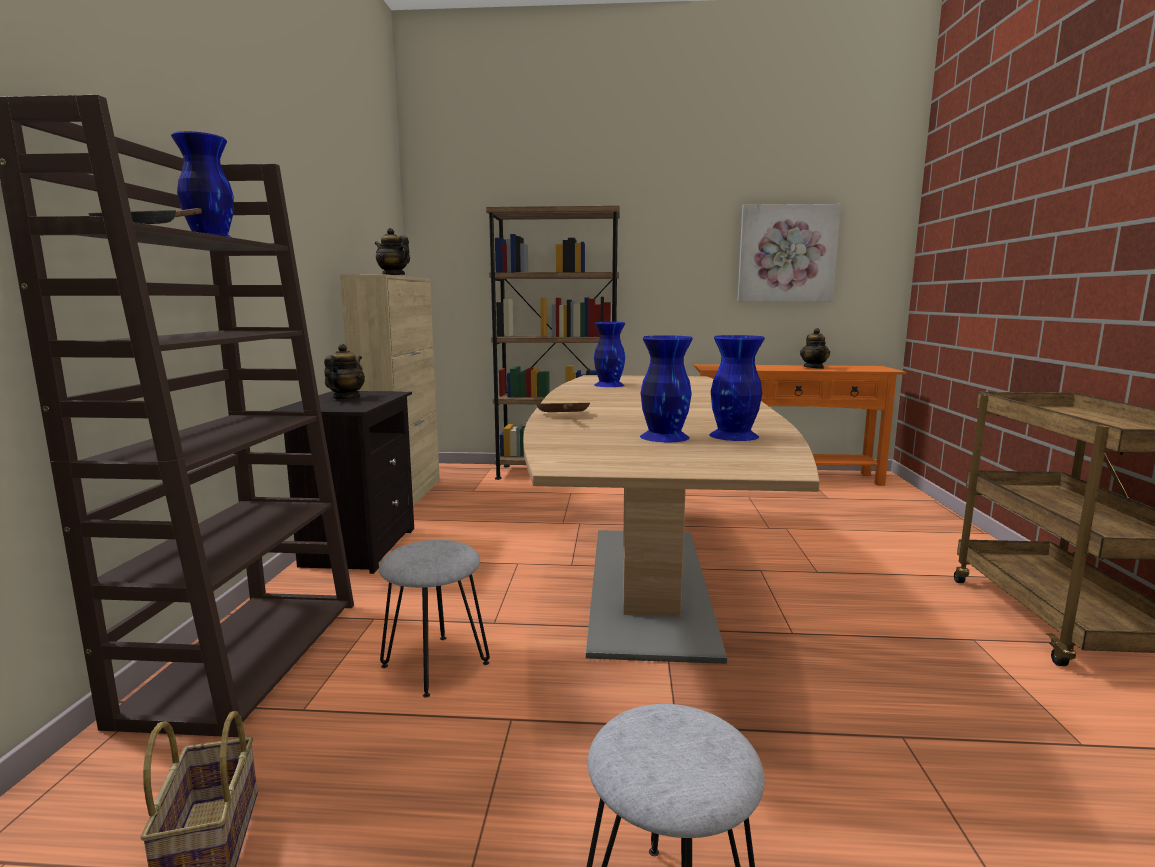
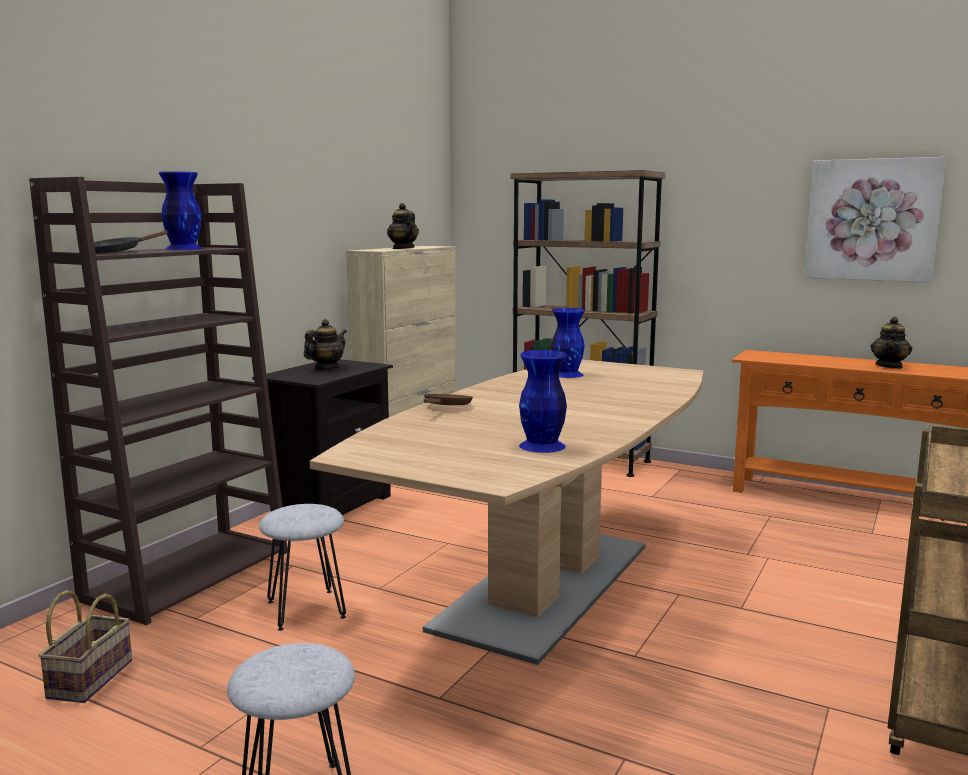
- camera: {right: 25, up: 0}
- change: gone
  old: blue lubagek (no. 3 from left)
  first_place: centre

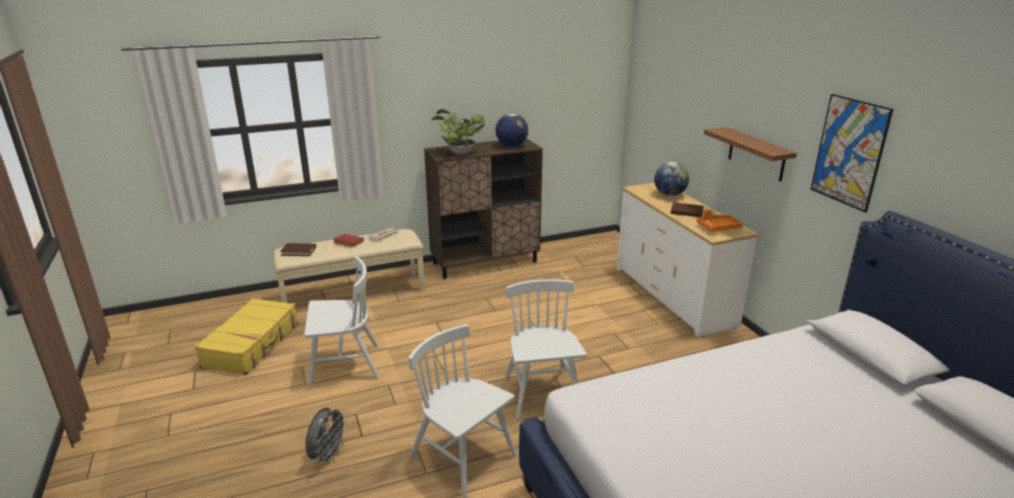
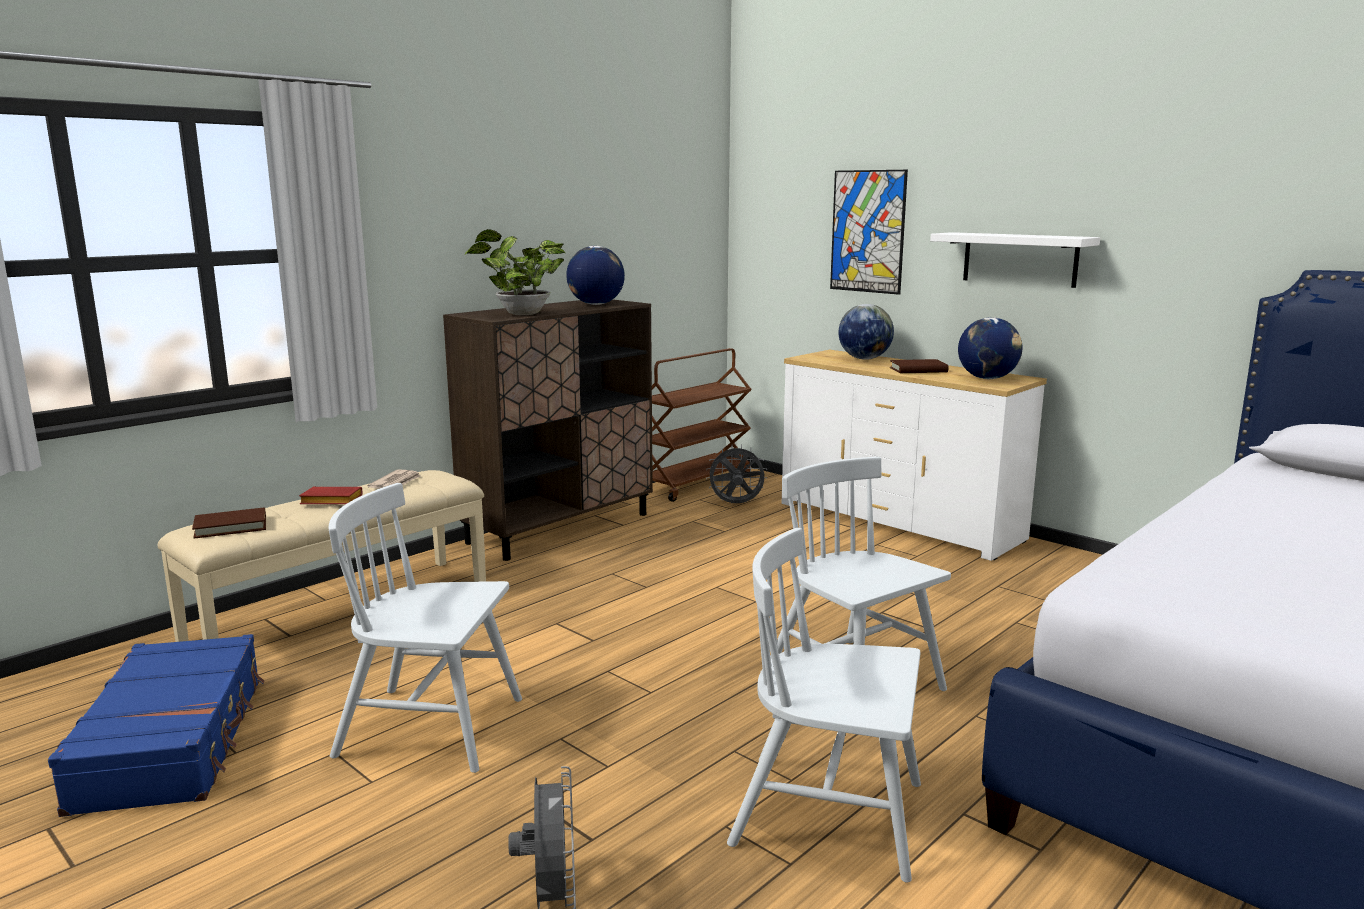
- camera: {right: -25, up: -10}
- change: new
  new: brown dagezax
  second_place: centre
- change: new
  new: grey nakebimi (no. 2 from left)
  second_place: centre
- change: shifted
  old: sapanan
  first_place: top right
  second_place: top centre
- change: swapped
  old: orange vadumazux
  new: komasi (no. 3 from left)
  first_place: middle right
  second_place: middle right
- change: repainted
  old: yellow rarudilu
  new: blue rarudilu
  first_place: bottom left
  second_place: bottom left
- change: repainted
  old: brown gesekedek
  new: white gesekedek
  first_place: top right
  second_place: top right
- change: rotated
  old: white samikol (no. 1 from left)
  first_place: centre
  second_place: bottom left
  degrees: -135

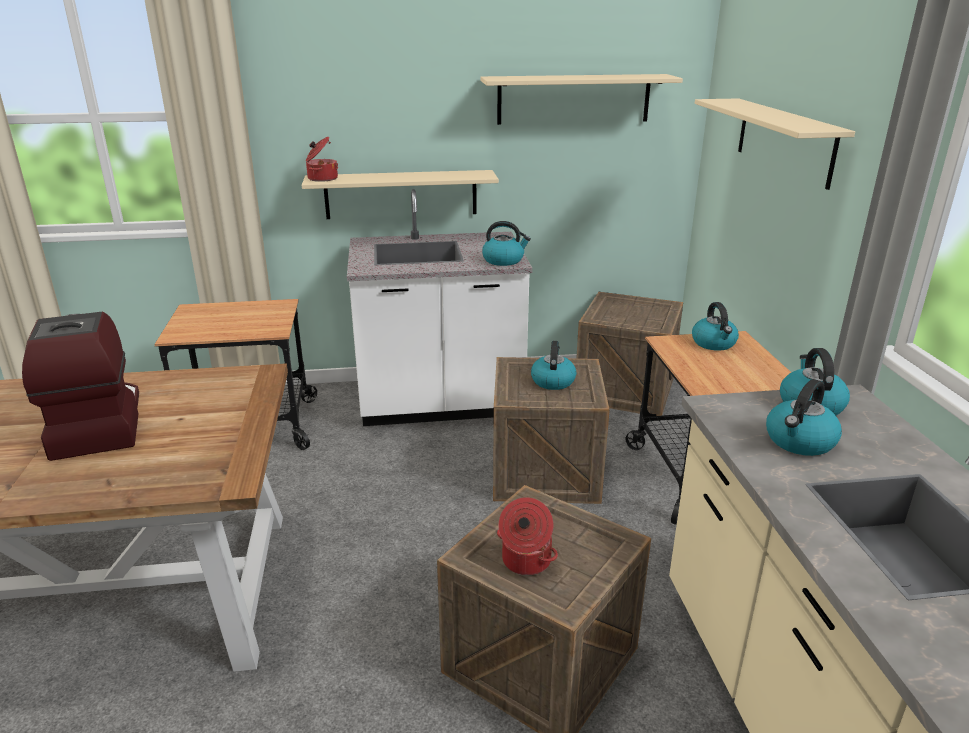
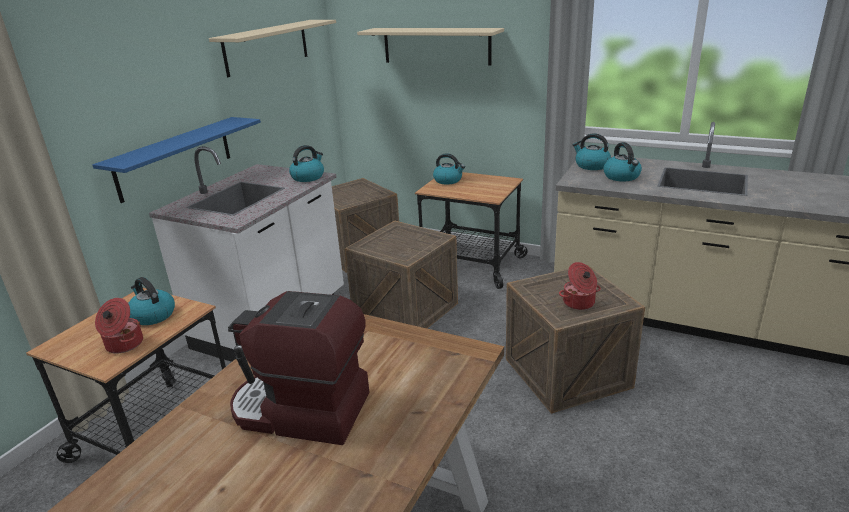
- camera: {right: -55, up: 0}
- change: shifted
  old: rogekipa (no. 1 from left)
  first_place: top left
  second_place: middle left
- change: shifted
  old: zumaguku (no. 2 from left in the first image)
  new: zumaguku (no. 1 from left)
  first_place: centre
  second_place: middle left
- change: repainted
  old: beige gesekedek (no. 1 from left)
  new: blue gesekedek
  first_place: top centre
  second_place: top left

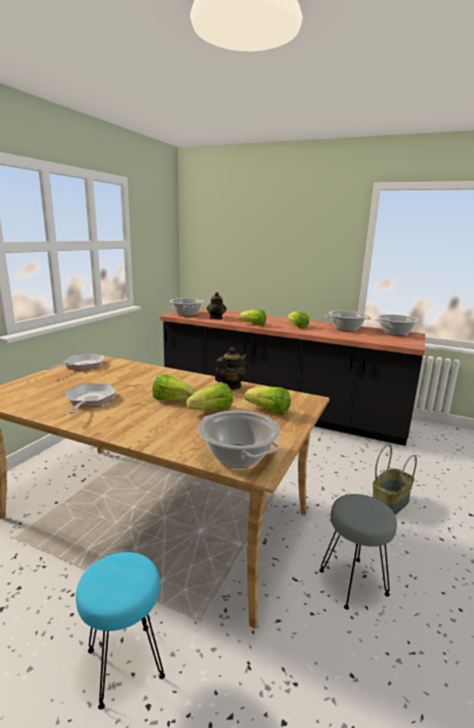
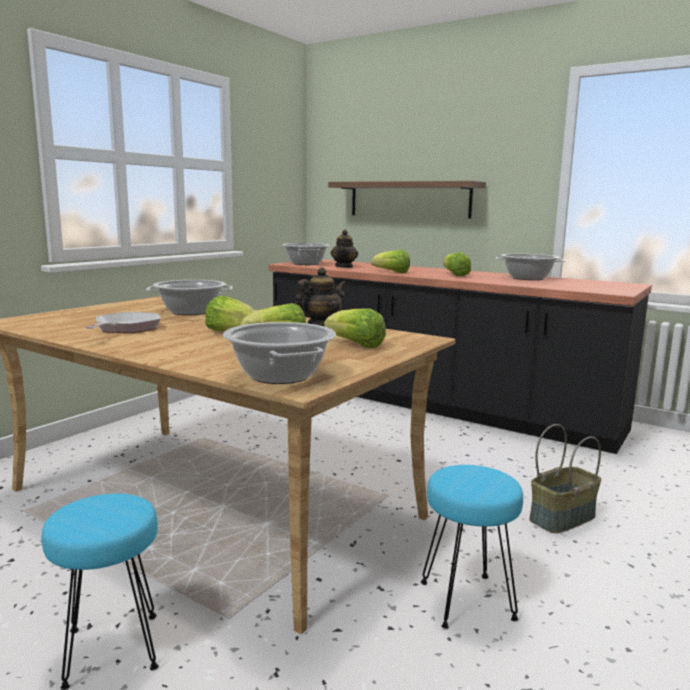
- camera: {right: 10, up: -5}
- change: gone
  old: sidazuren (no. 1 from left)
  first_place: middle left
- change: new
  new: gesekedek
  second_place: top centre
- change: shifted
  old: rogekipa (no. 4 from left in the first image)
  new: rogekipa (no. 1 from left)
  first_place: middle right
  second_place: middle left
- change: repainted
  old: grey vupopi
  new: turquoise vupopi (no. 2 from left)
  first_place: bottom right
  second_place: bottom right

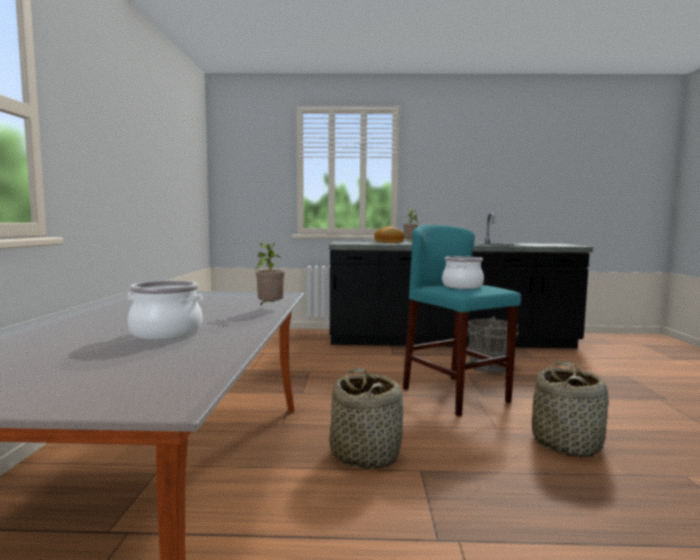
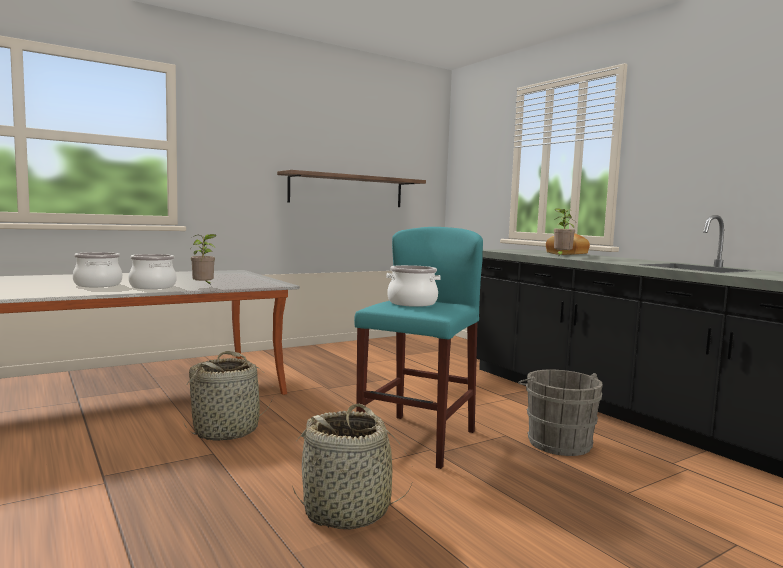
- camera: {right: 55, up: 0}
- change: new
  new: rogekipa (no. 2 from left)
  second_place: middle left
- change: new
  new: gesekedek
  second_place: top centre

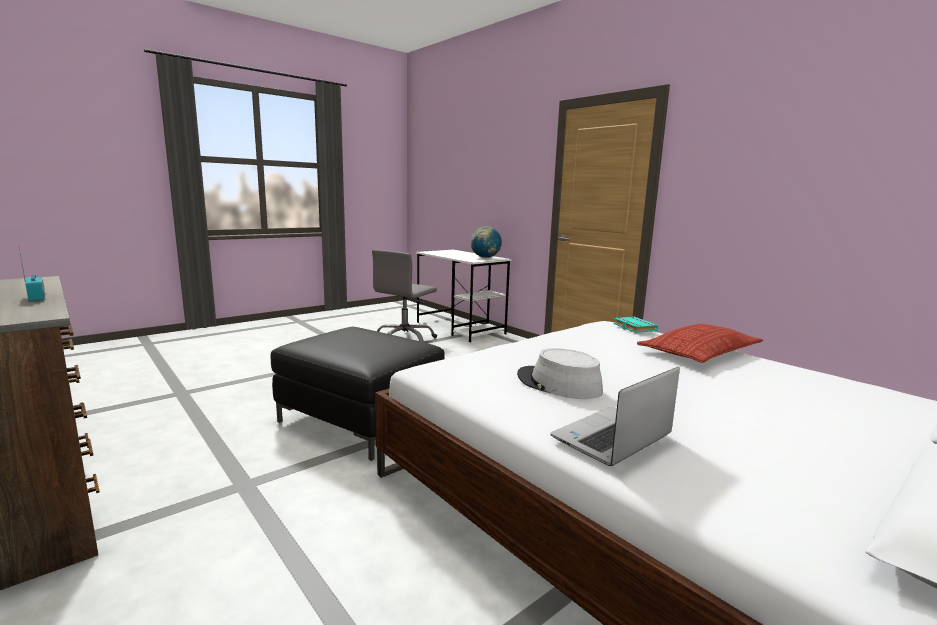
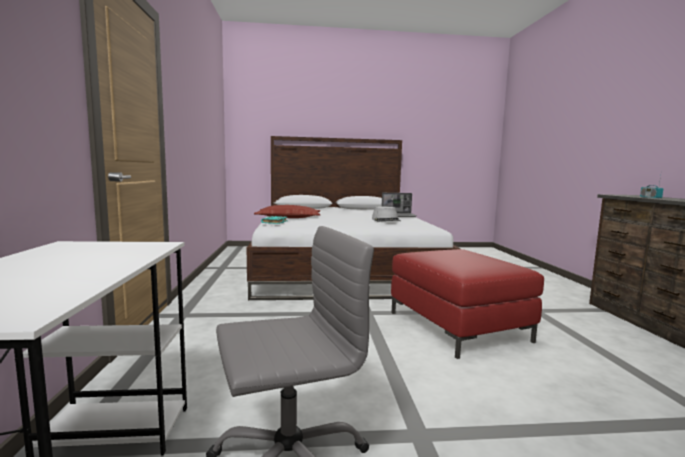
- camera: {right: -145, up: -5}
- change: gone
  old: komasi
  first_place: centre
- change: repainted
  old: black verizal
  new: red verizal
  first_place: centre
  second_place: middle right

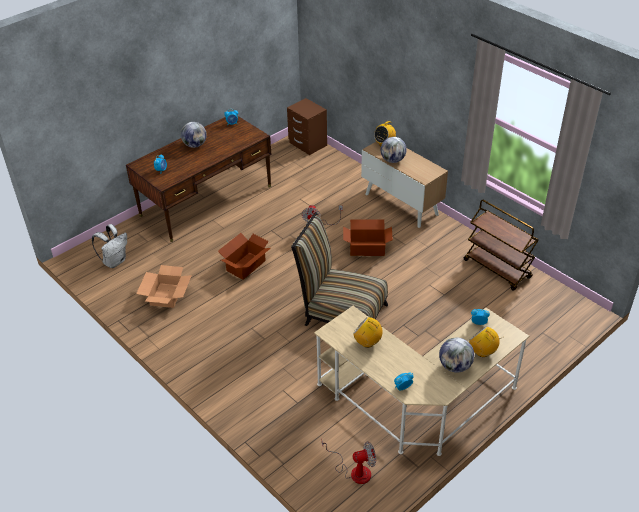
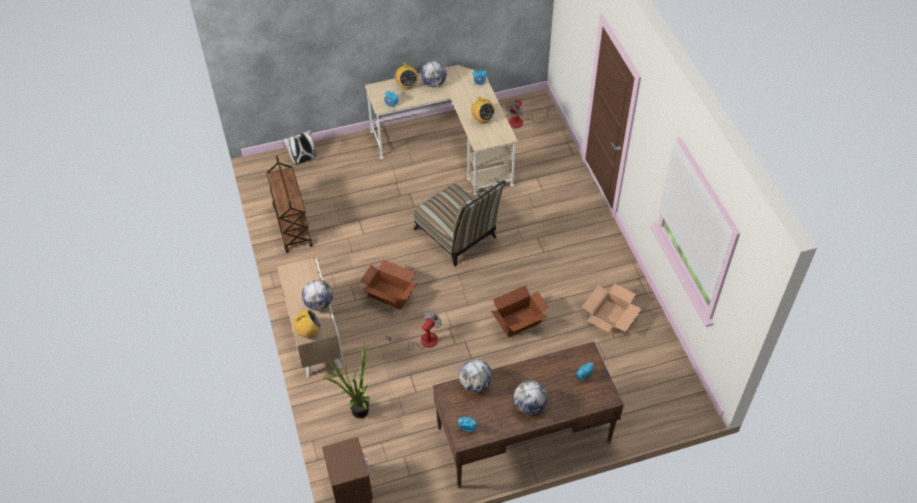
- camera: {right: -155, up: 10}
- change: new
  new: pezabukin
  second_place: bottom centre
- change: new
  new: komasi (no. 3 from left)
  second_place: bottom centre
- change: shifted
  old: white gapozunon
  first_place: middle left
  second_place: top left
- change: rotated
  old: nakebimi (no. 2 from left)
  first_place: bottom centre
  second_place: top centre
  degrees: -75

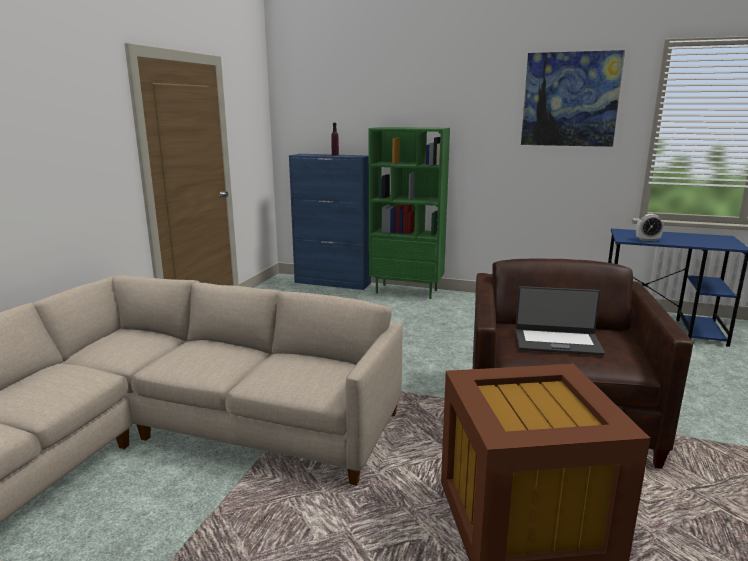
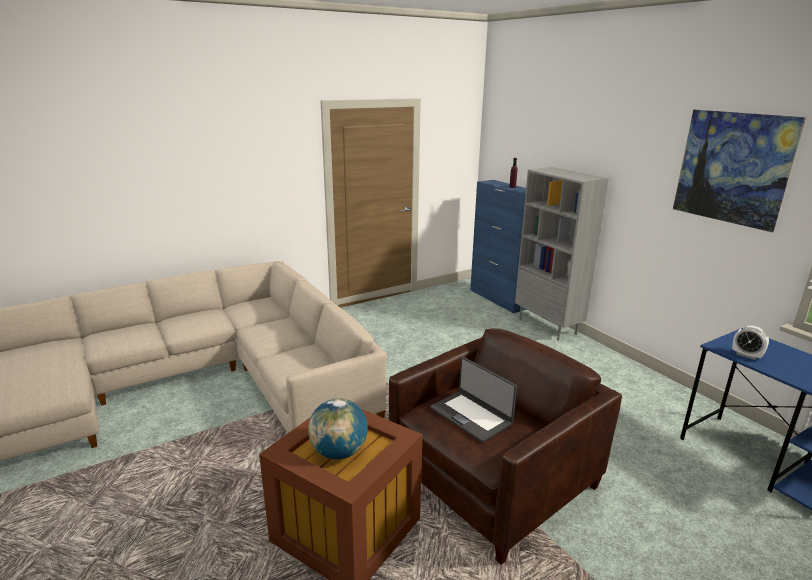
- camera: {right: 40, up: 5}
- change: new
  new: komasi
  second_place: bottom centre
- change: repainted
  old: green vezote
  new: grey vezote
  first_place: centre
  second_place: middle right

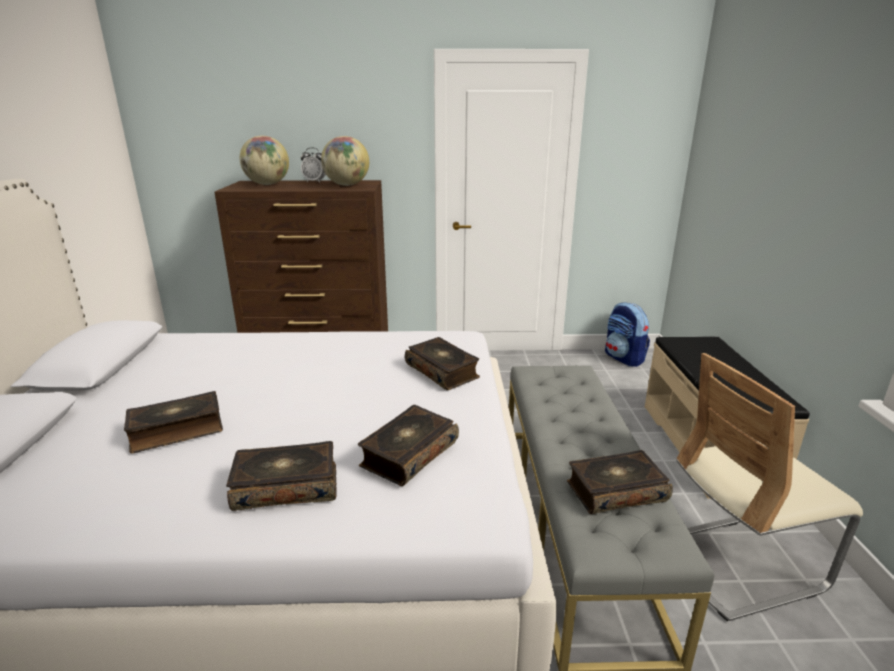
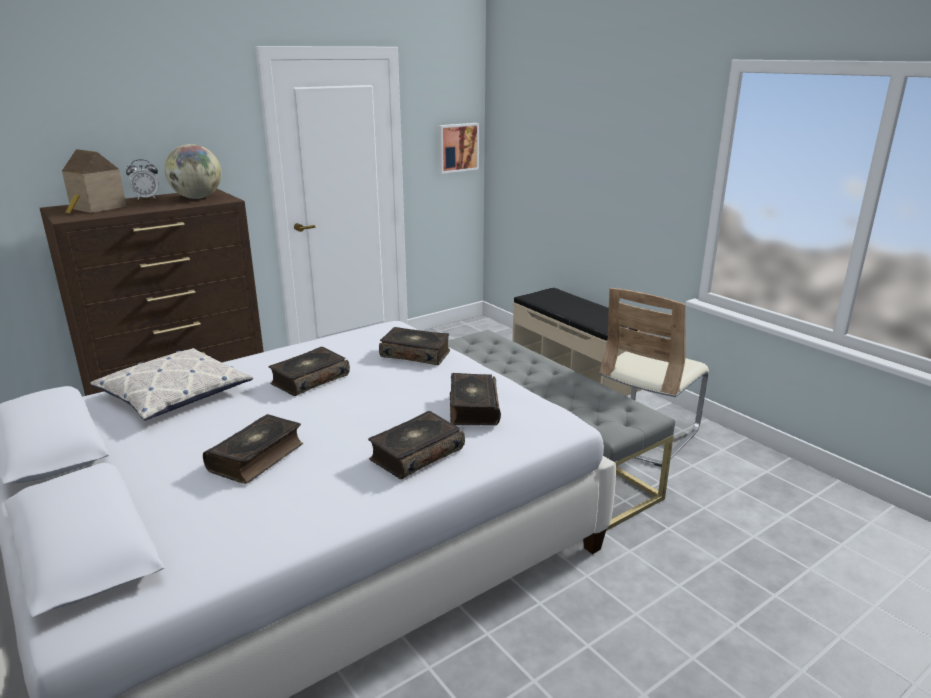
- camera: {right: -35, up: 0}
- change: gone
  old: gapozunon
  first_place: middle right
- change: new
  new: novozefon
  second_place: middle left
- change: new
  new: sapanan
  second_place: top centre
- change: shifted
  old: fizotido (no. 5 from left in the first image)
  new: fizotido (no. 2 from left)
  first_place: bottom right
  second_place: middle left
- change: swapped
  old: komasi (no. 1 from left)
  new: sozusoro
  first_place: top left
  second_place: top left

